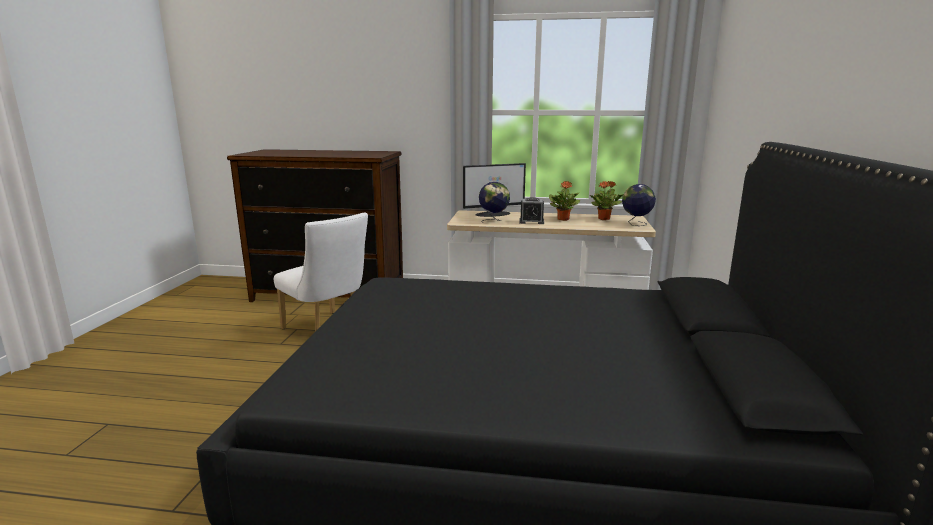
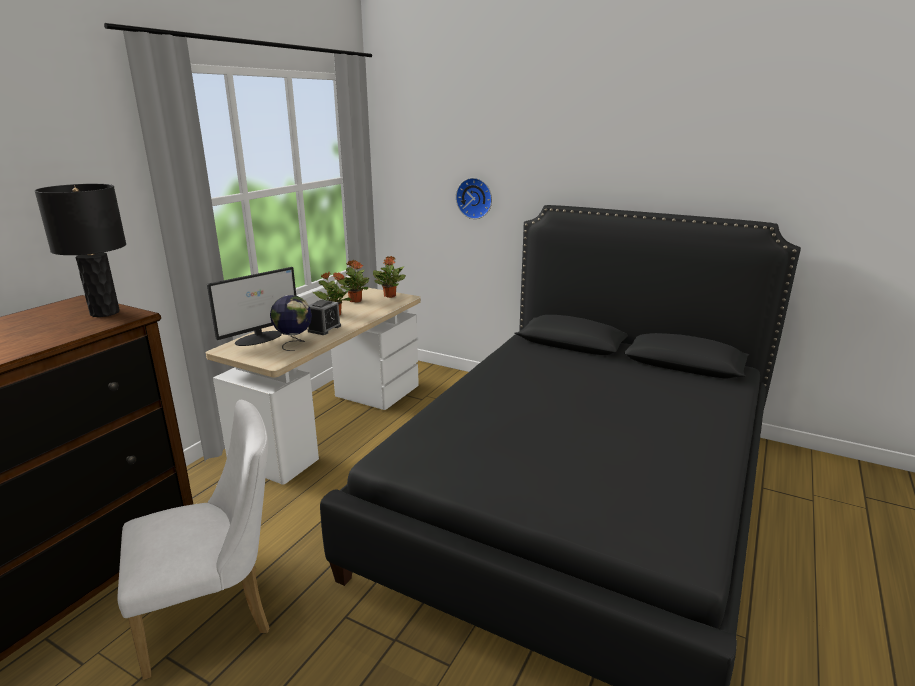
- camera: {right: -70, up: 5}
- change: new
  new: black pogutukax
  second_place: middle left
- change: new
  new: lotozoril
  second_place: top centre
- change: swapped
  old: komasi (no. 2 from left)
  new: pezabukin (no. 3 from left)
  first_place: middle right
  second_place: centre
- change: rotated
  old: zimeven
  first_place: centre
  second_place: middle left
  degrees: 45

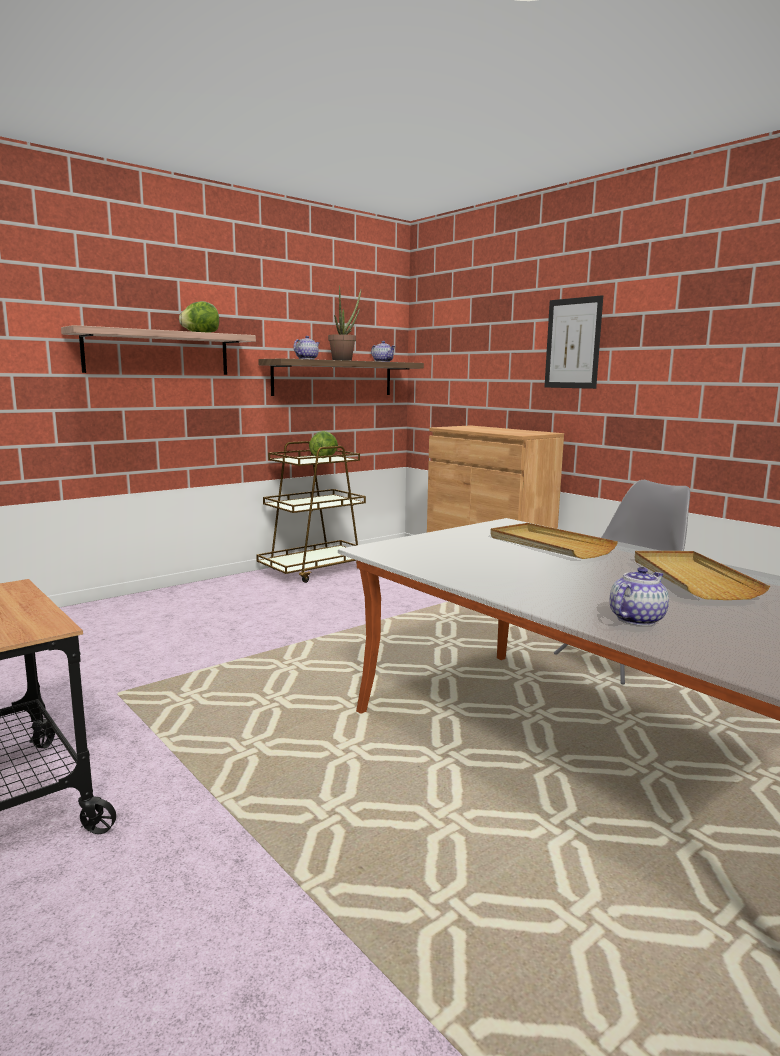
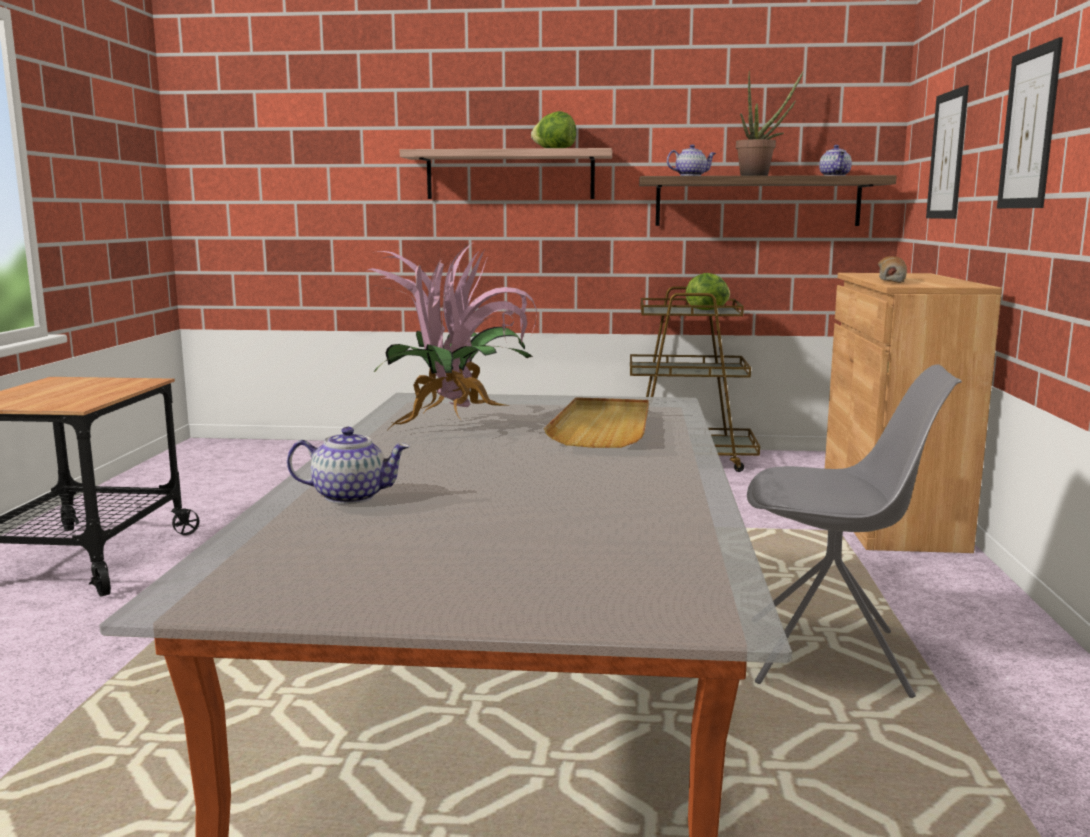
- camera: {right: 45, up: 0}
- change: gone
  old: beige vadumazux (no. 2 from left)
  first_place: middle right
- change: new
  new: pezabukin (no. 1 from left)
  second_place: centre
- change: new
  new: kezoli
  second_place: top right
- change: new
  new: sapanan (no. 1 from left)
  second_place: top right

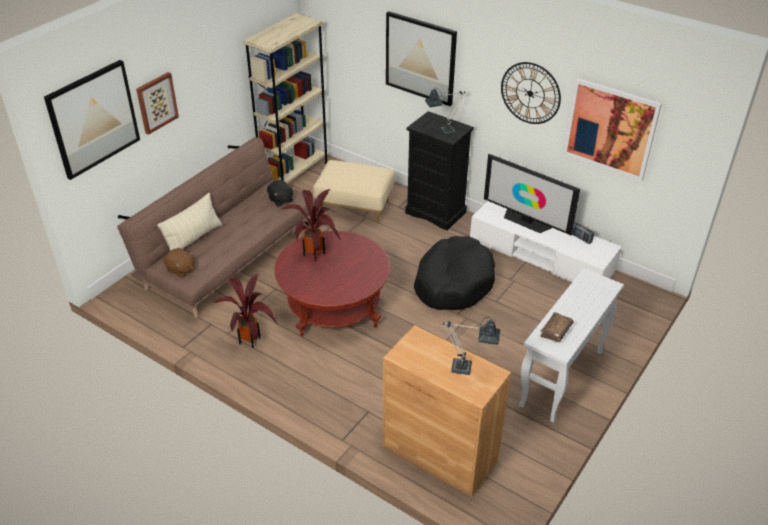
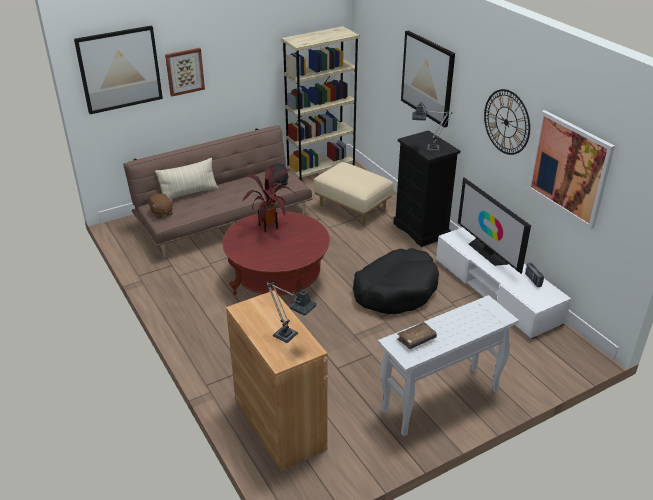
- camera: {right: 25, up: -5}
- change: gone
  old: pezabukin (no. 1 from left)
  first_place: middle left

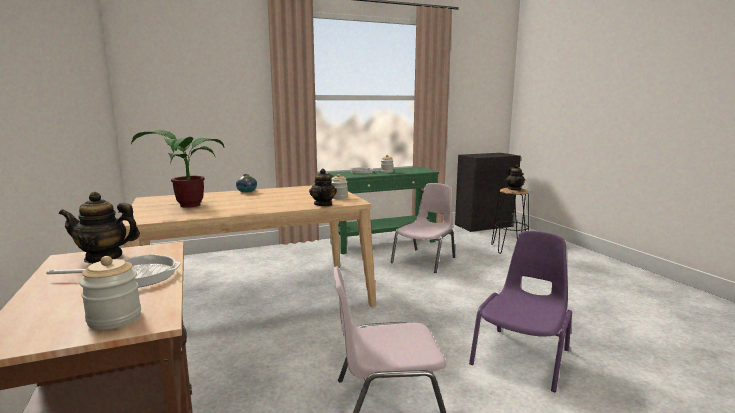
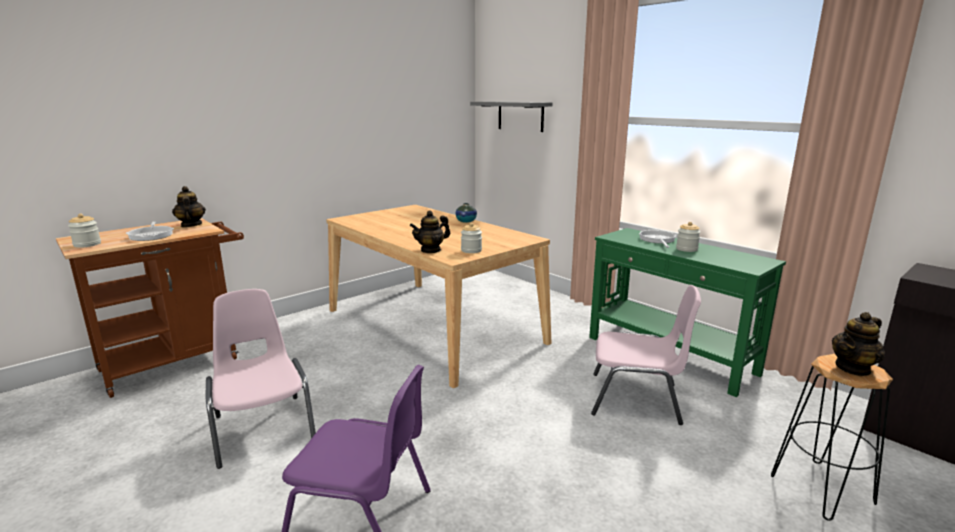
- camera: {right: 70, up: 5}
- change: gone
  old: pezabukin
  first_place: middle left
- change: new
  new: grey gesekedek
  second_place: top centre

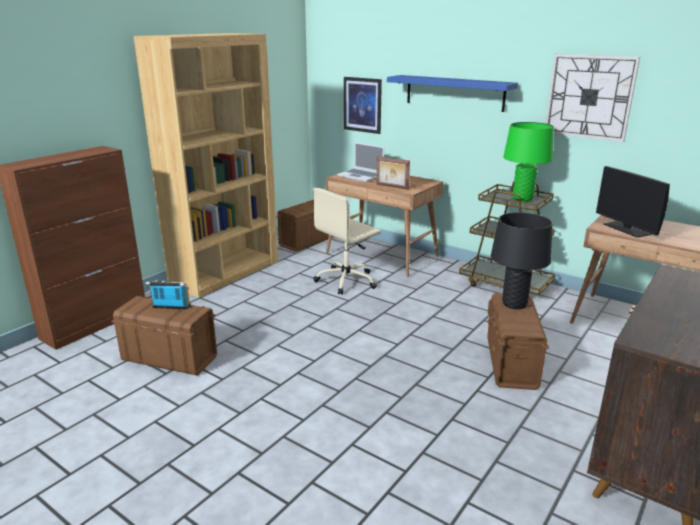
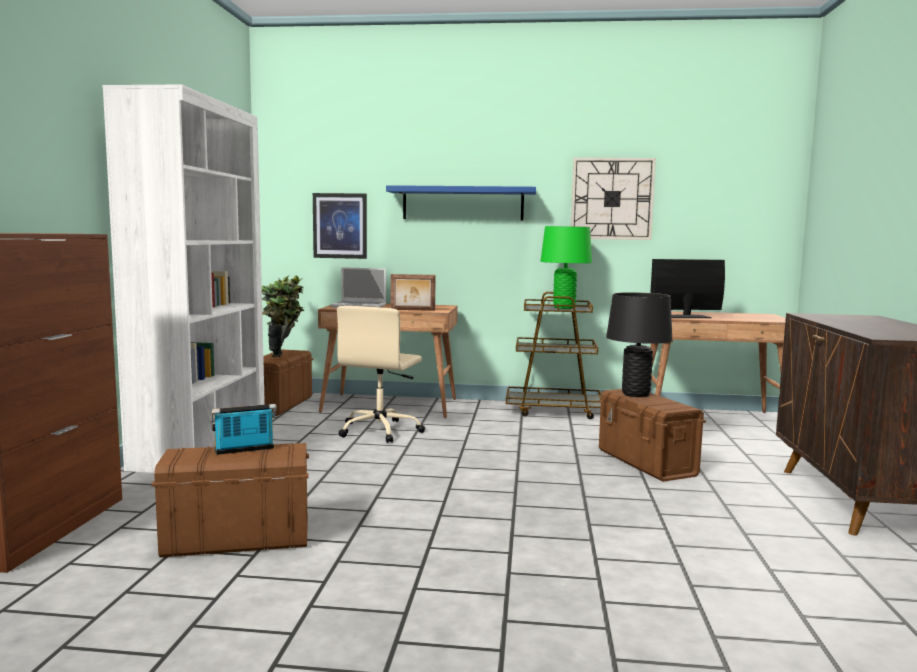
- camera: {right: -30, up: -15}
- change: new
  new: pezabukin
  second_place: middle left
- change: repainted
  old: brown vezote
  new: white vezote
  first_place: top left
  second_place: middle left
- change: rotated
  old: zimeven
  first_place: middle right
  second_place: middle right
  degrees: 135

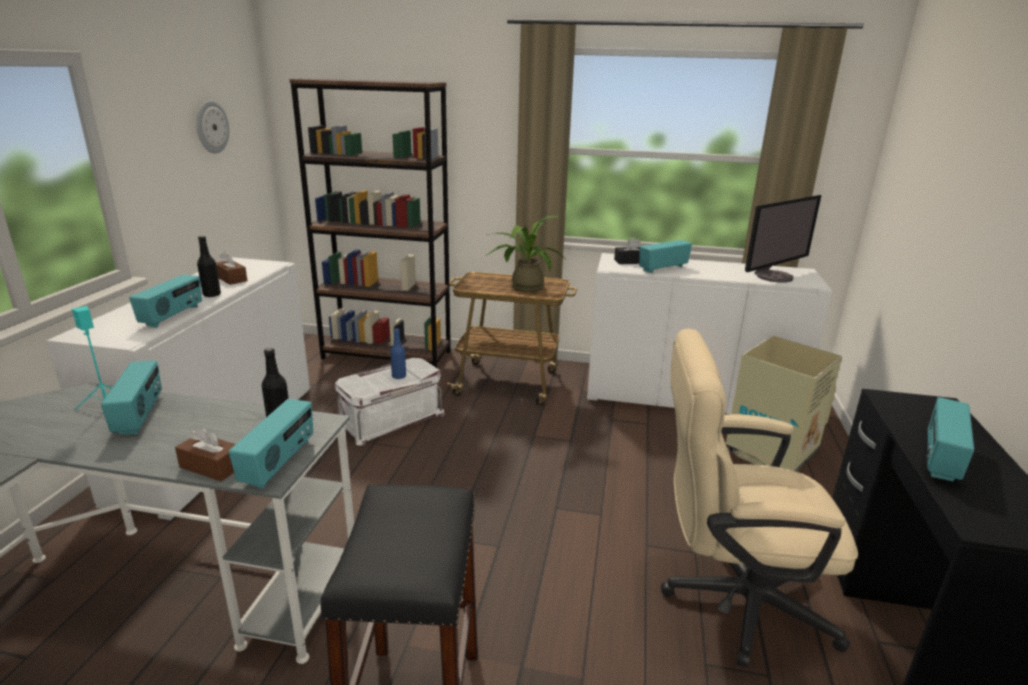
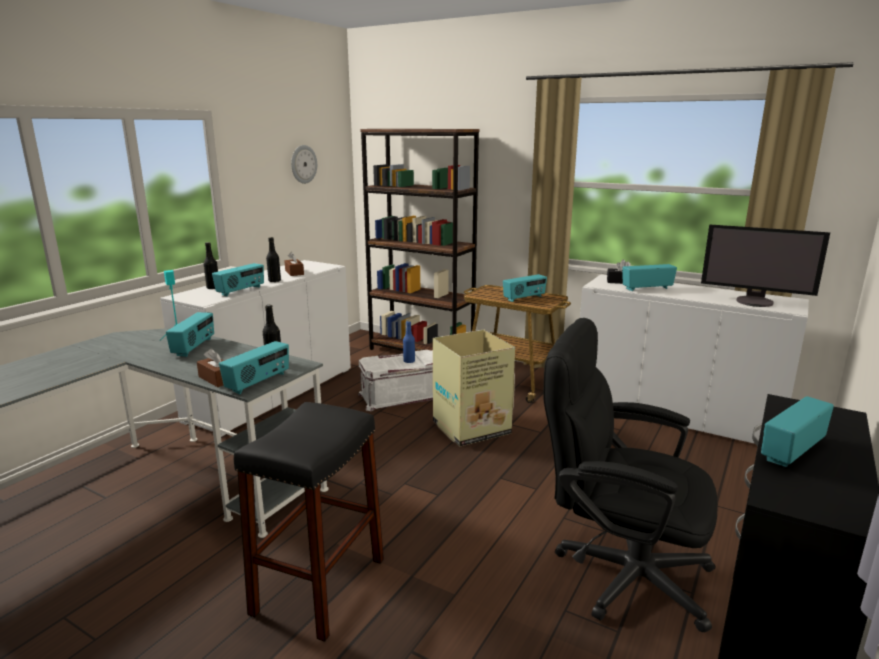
- camera: {right: 20, up: -5}
- change: new
  new: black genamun (no. 1 from left)
  second_place: middle left
- change: shifted
  old: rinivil
  first_place: middle right
  second_place: centre
- change: swapped
  old: pezabukin
  new: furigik (no. 4 from left)
  first_place: centre
  second_place: centre
- change: repainted
  old: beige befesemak
  new: black befesemak
  first_place: bottom right
  second_place: bottom right
- change: rotated
  old: zimeven
  first_place: middle right
  second_place: middle right
  degrees: 45

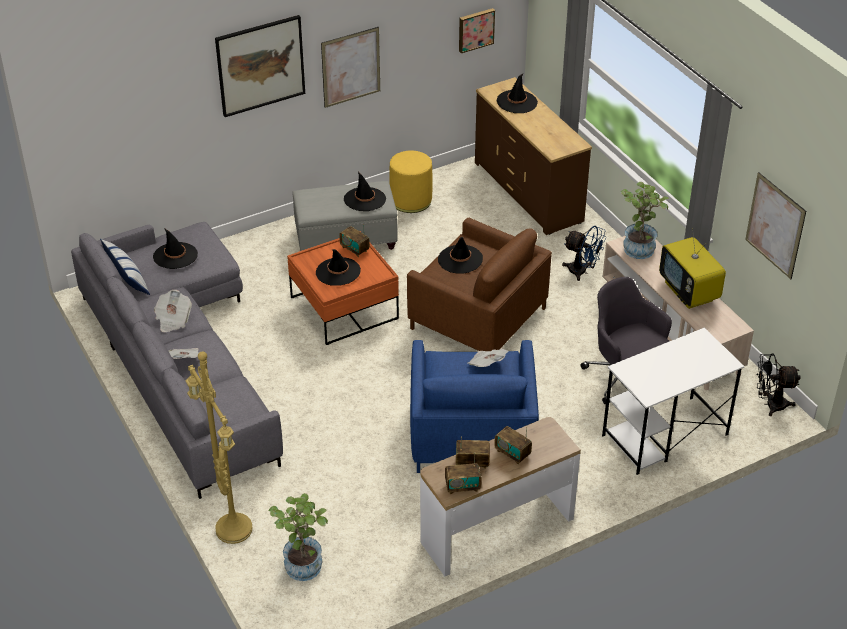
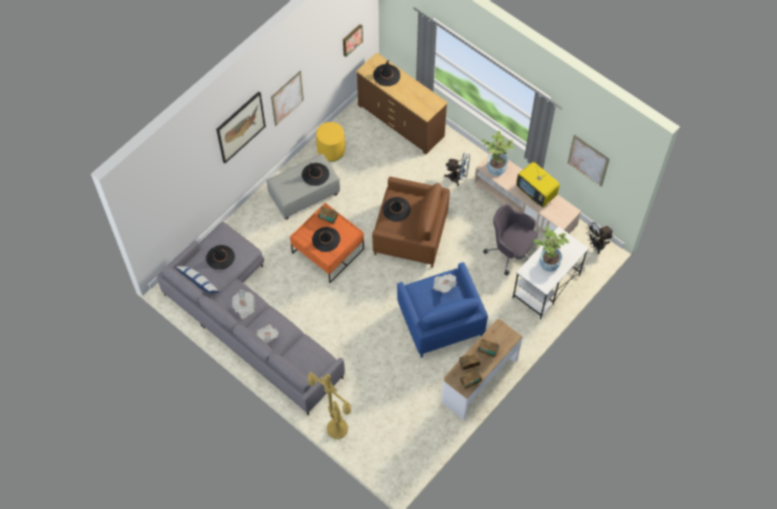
- camera: {right: -20, up: 20}
- change: shifted
  old: pezabukin (no. 1 from left in the first image)
  new: pezabukin (no. 2 from left)
  first_place: bottom centre
  second_place: middle right

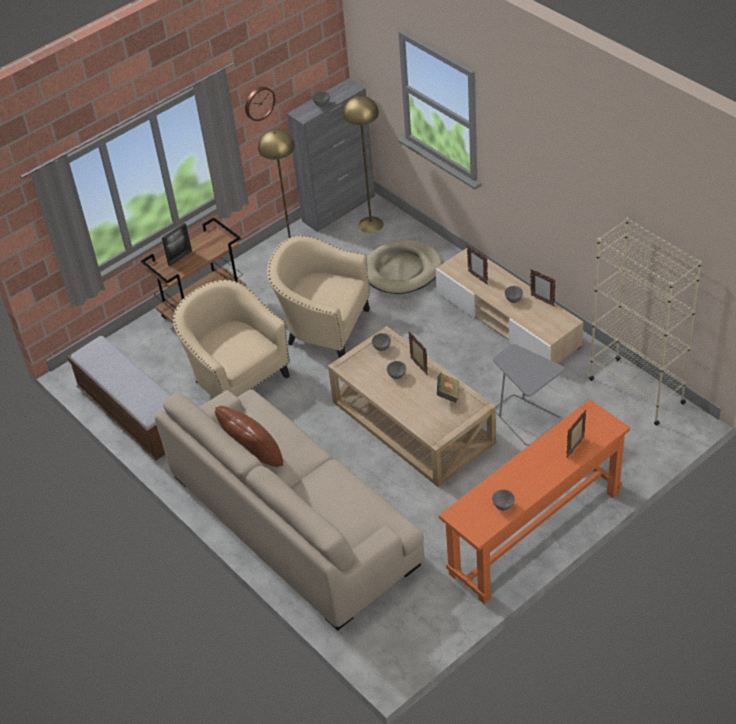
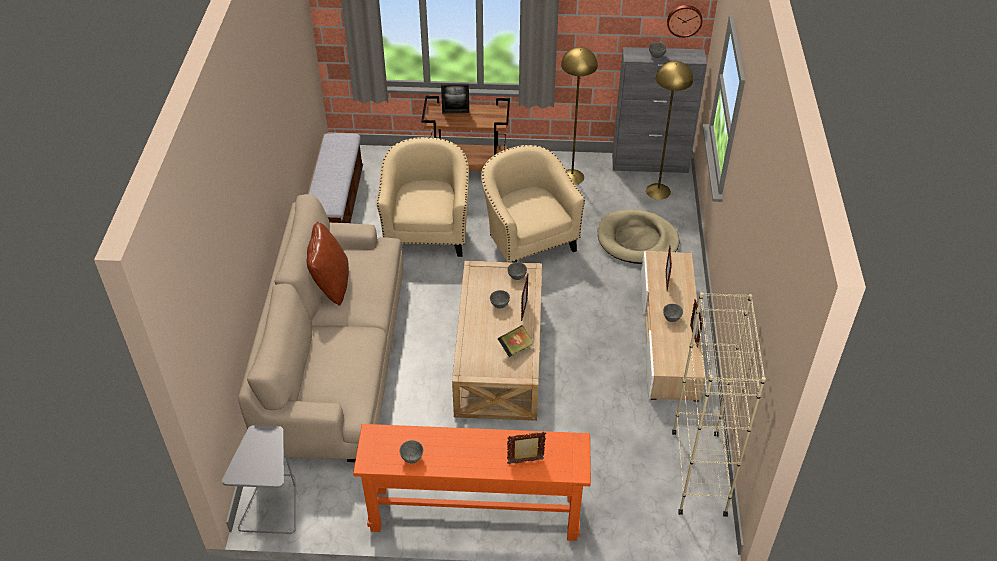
- camera: {right: 40, up: 0}
- change: shifted
  old: lotozoril
  first_place: top centre
  second_place: top right
- change: shifted
  old: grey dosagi
  first_place: middle right
  second_place: bottom left

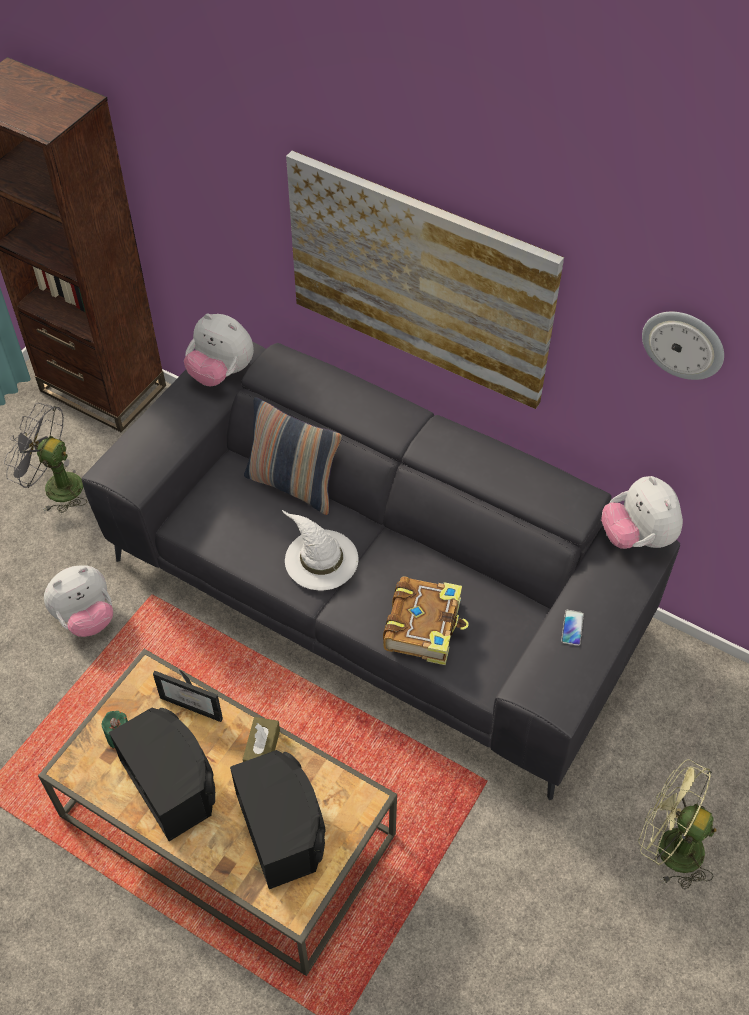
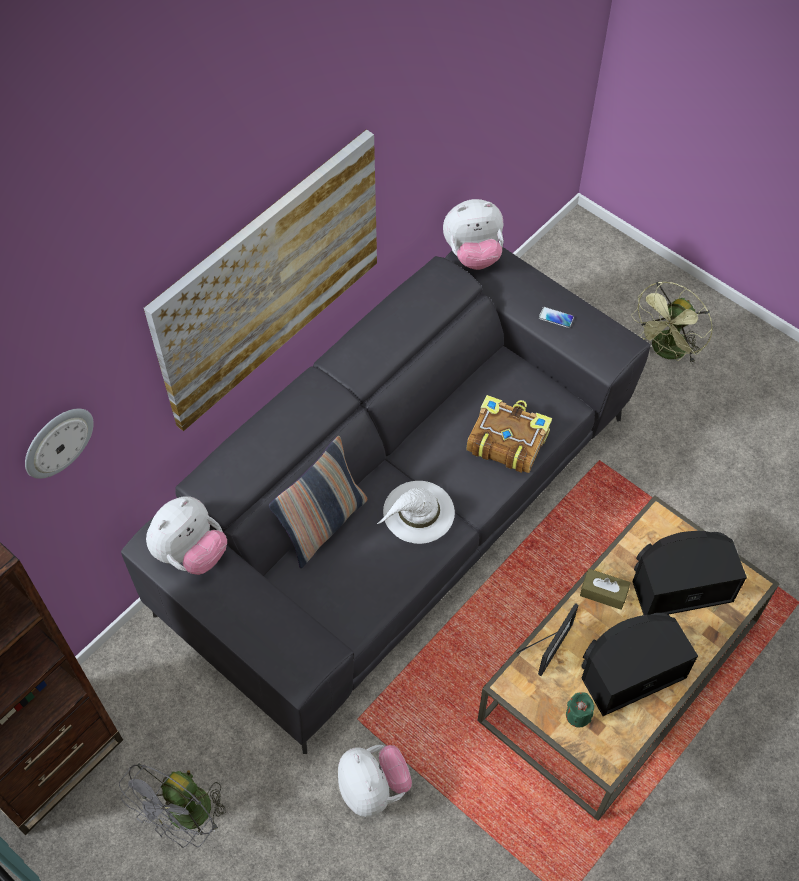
- camera: {right: -80, up: 5}
- change: shifted
  old: lotozoril
  first_place: middle right
  second_place: middle left

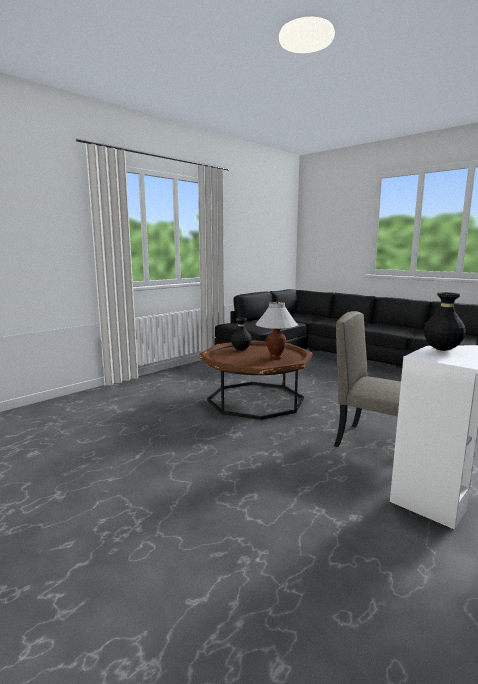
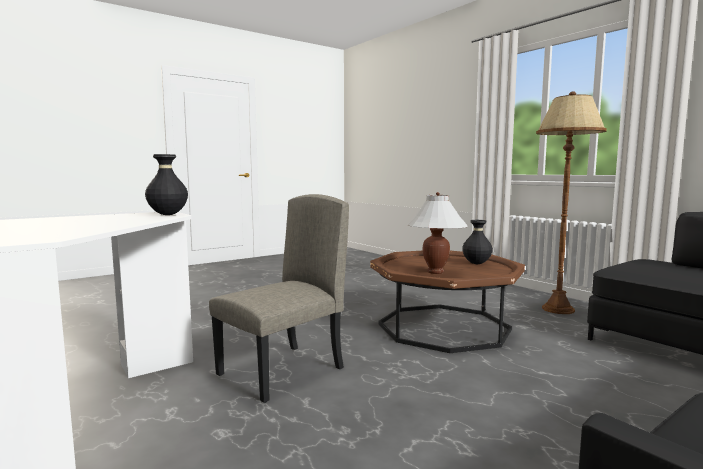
- camera: {right: 100, up: -5}
- change: new
  new: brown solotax
  second_place: middle right

